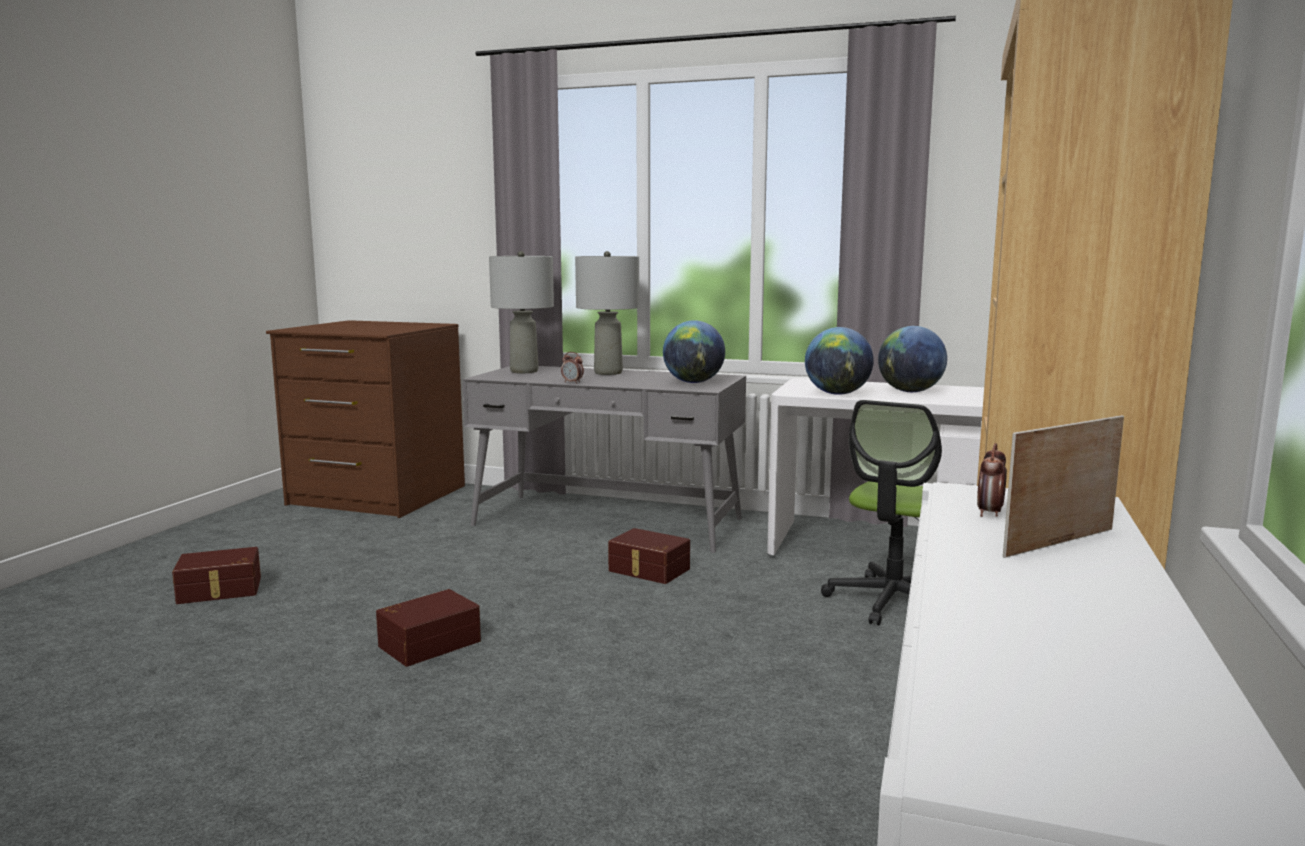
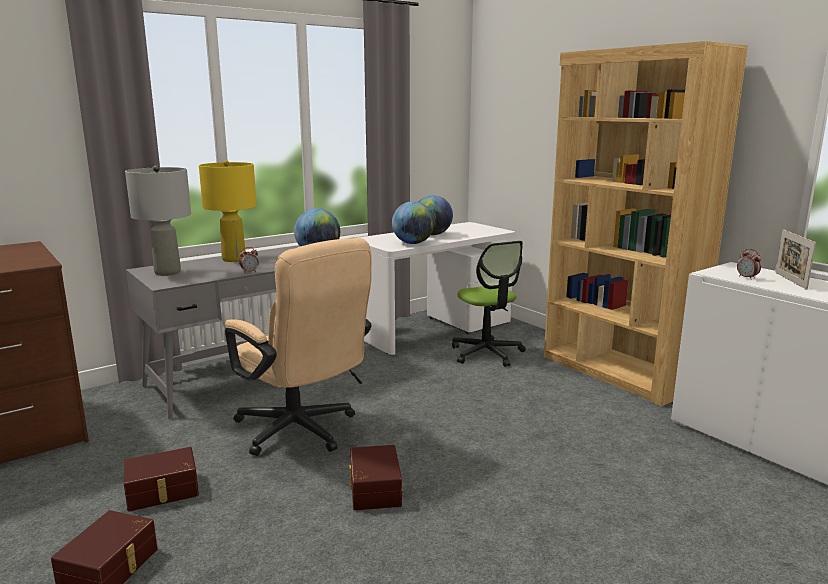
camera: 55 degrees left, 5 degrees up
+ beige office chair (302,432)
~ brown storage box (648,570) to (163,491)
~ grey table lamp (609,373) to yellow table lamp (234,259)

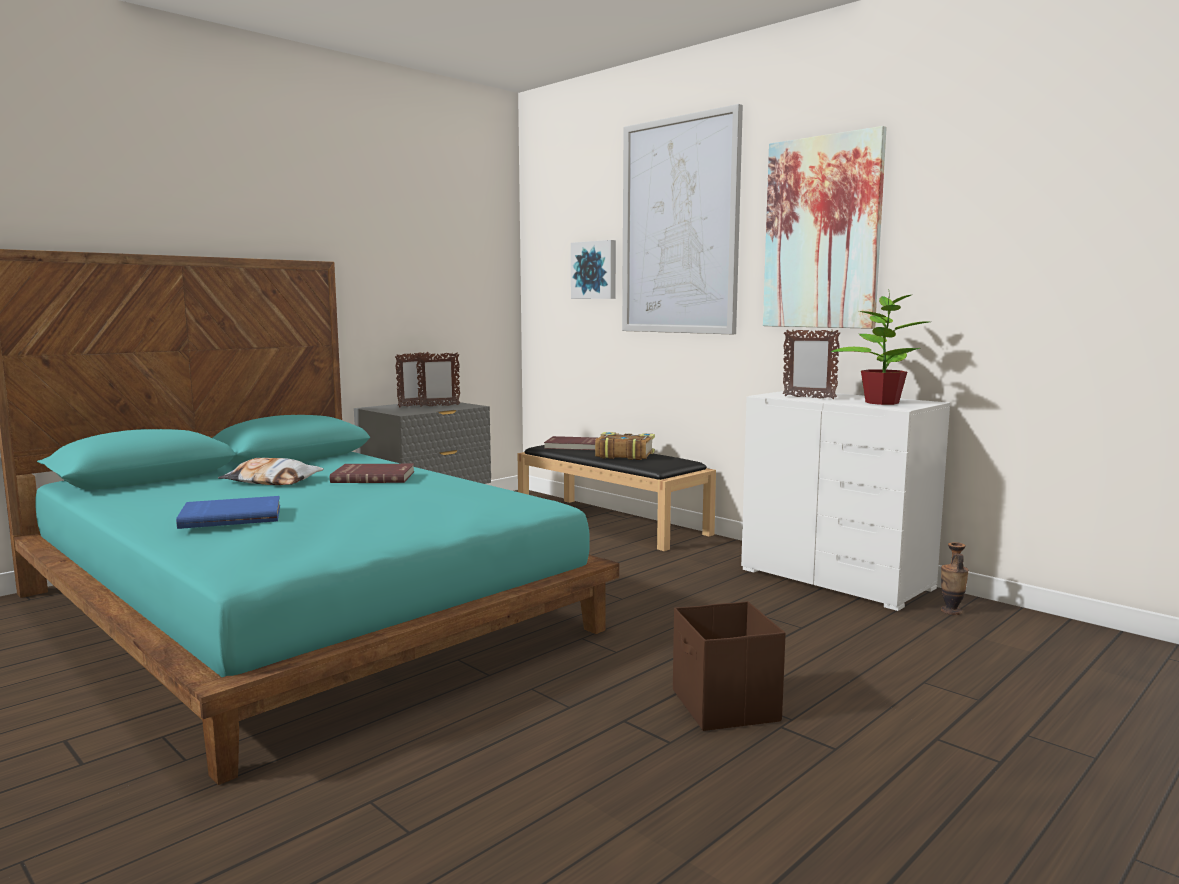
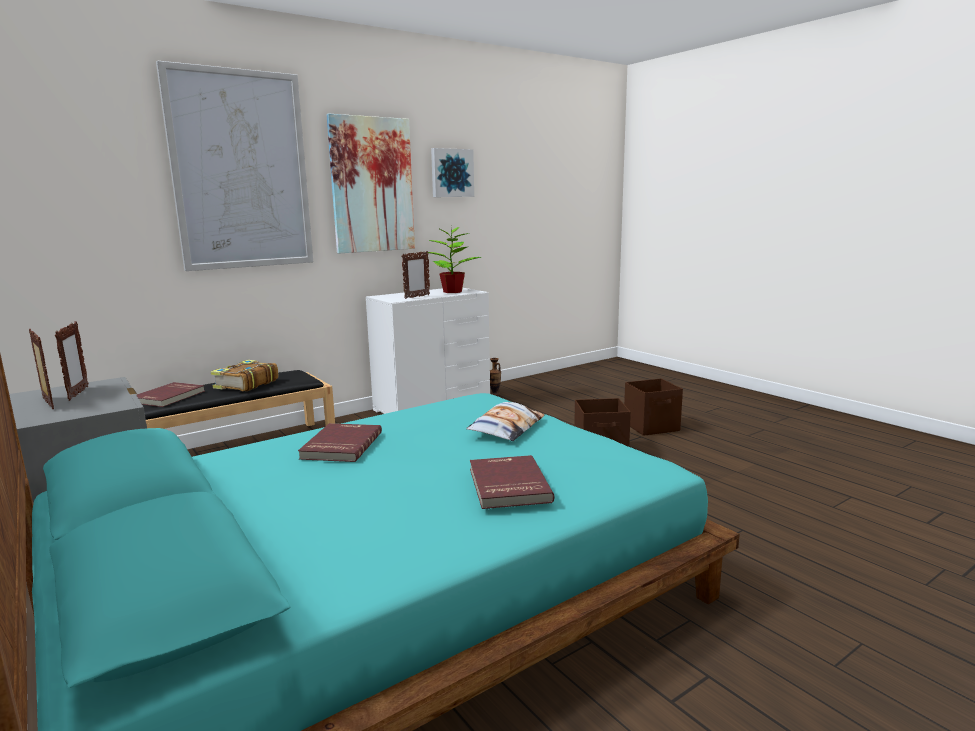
camera: 80 degrees left, 5 degrees up
+ brown storage box (652,427)
~ pillow (272,481) to (506,428)
~ picture (595,270) to (451,173)
~ blue book (231,516) to red book (507,485)

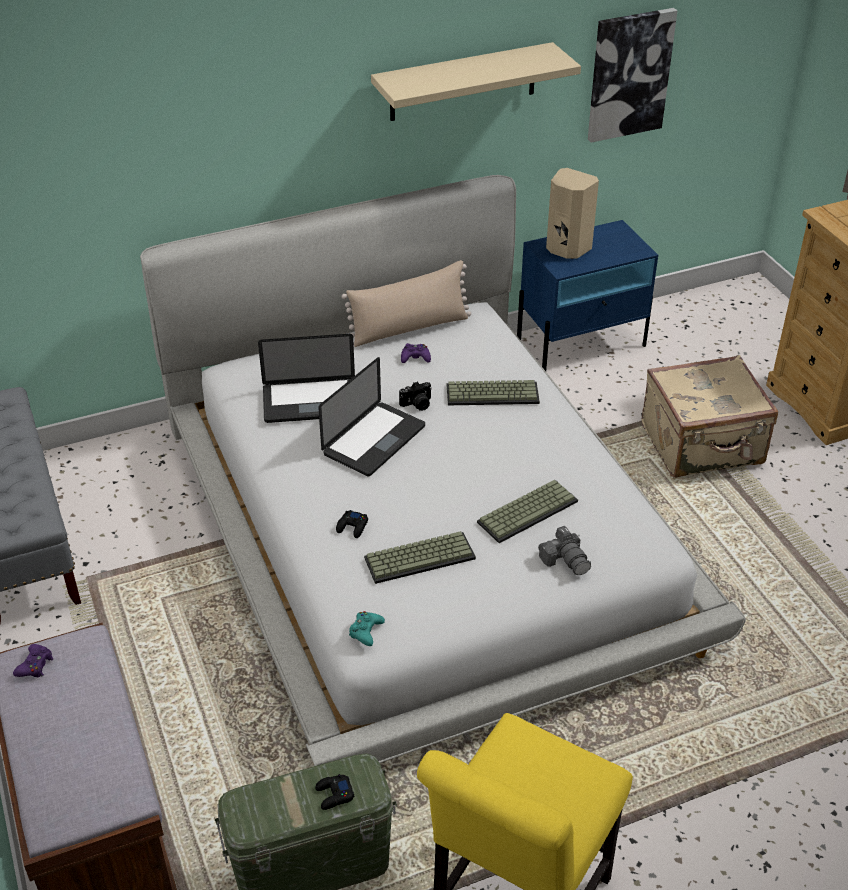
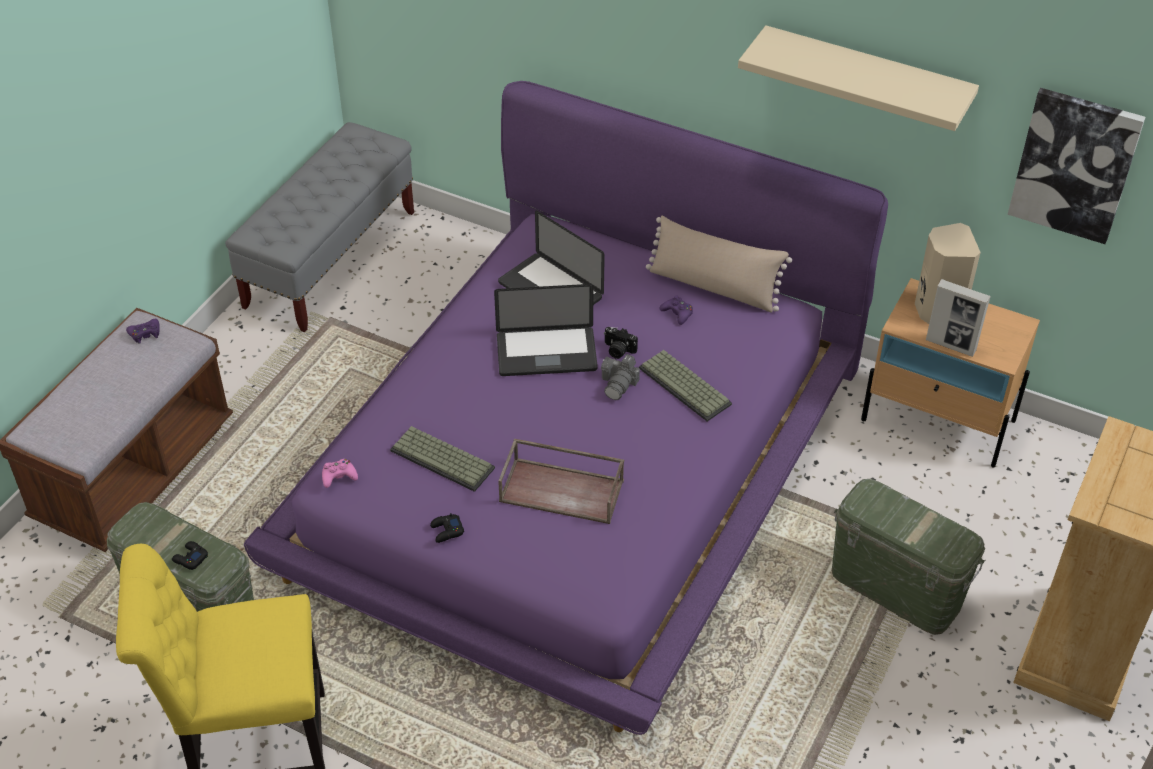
camera: 50 degrees right, 5 degrees up
+ picture frame (951,345)
~ black game controller (352,527) to (447,531)
~ photo camera (565,560) to (619,384)
~ keyboard (527,510) to brown tray (563,490)
~ beige suitcase (703,446) to green storage box (896,588)
~ white bed (423,528) to purple bed (576,464)
~ turquoise game controller (365,631) to pink game controller (339,476)
~ blue nightstand (582,343) to beige nightstand (939,420)

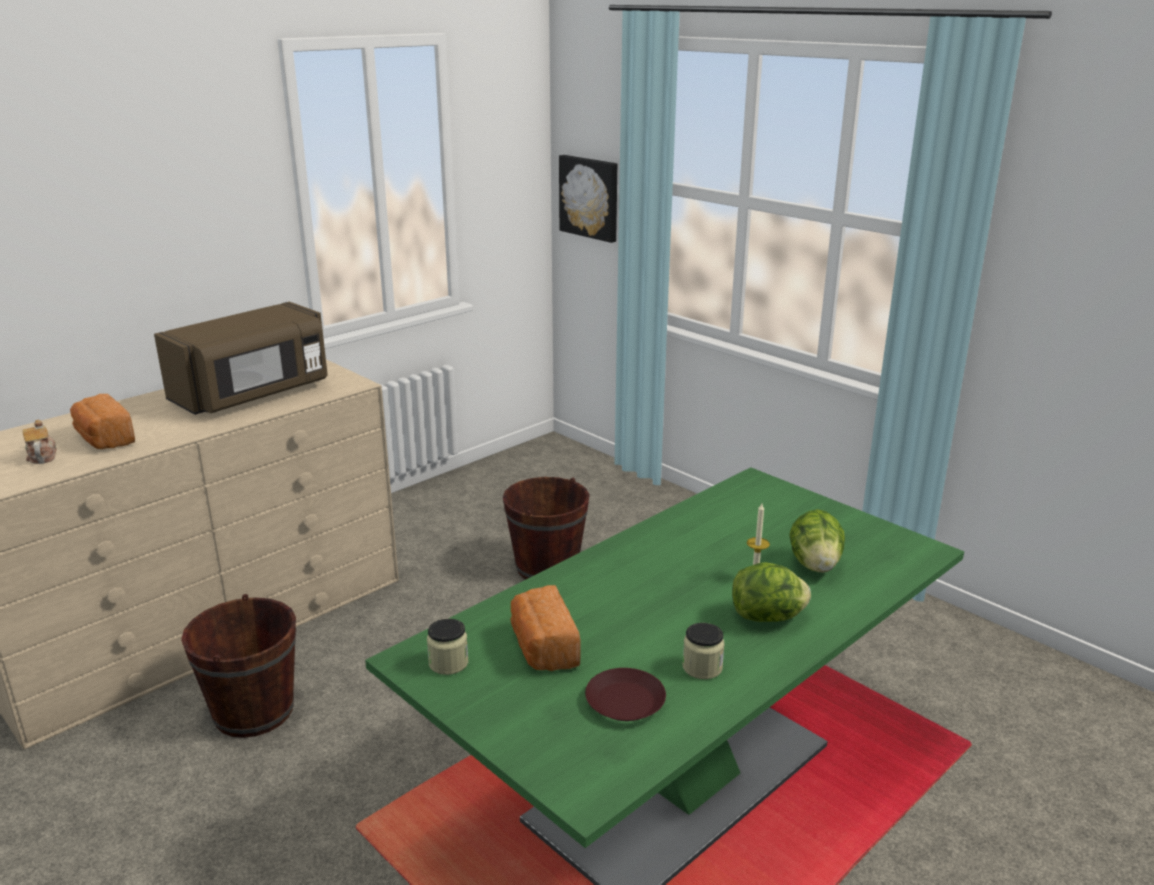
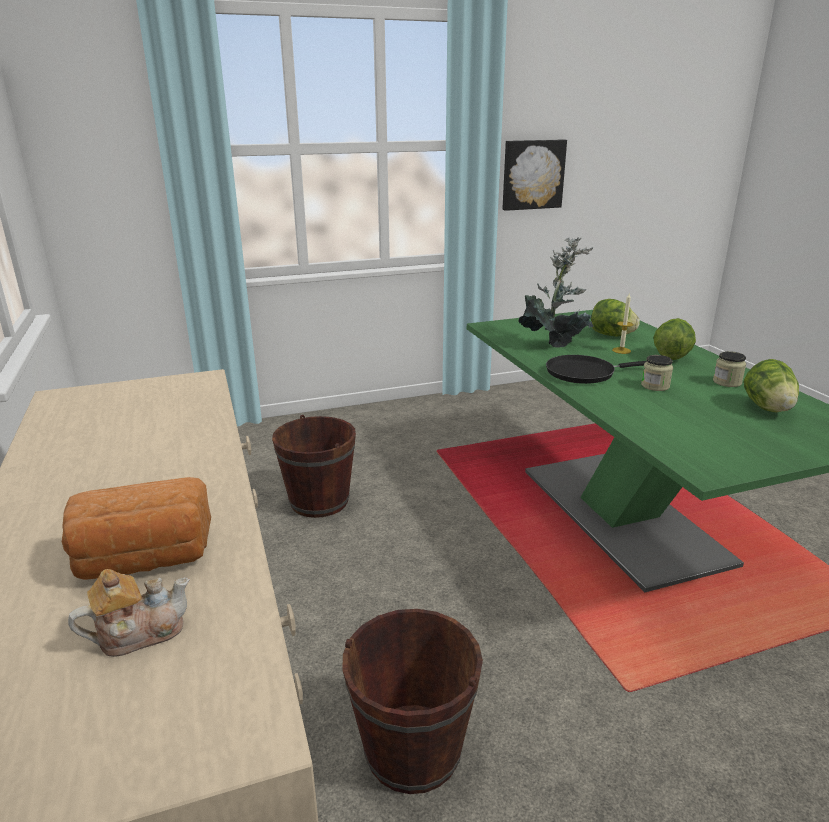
camera: 65 degrees left, 0 degrees up
- brown microwave (253,394)
- bread (543,648)
+ potted plant (555,343)
+ black frying pan (584,373)
~ jar (448,663) to (655,386)
~ picture (590,197) to (532,174)
~ brown plate (626,701) to lettuce (767,408)
~ teapot (42,456) = (139,633) 150 degrees clockwise

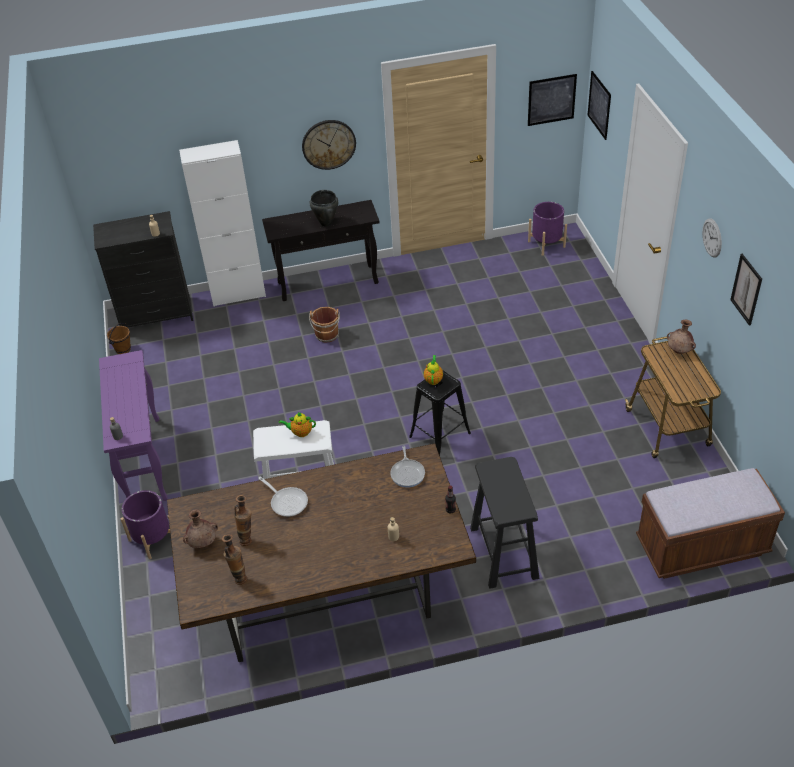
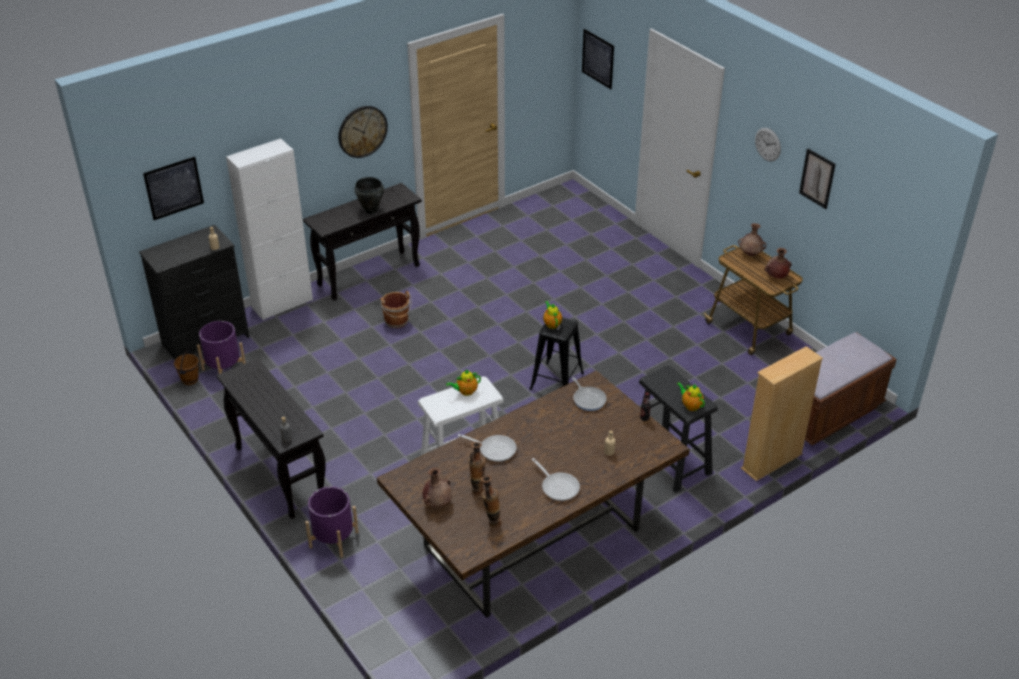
camera: 25 degrees left, 5 degrees down
+ frying pan (558,486)
+ teapot (690,405)
+ beige bookcase (772,461)
+ brown vase (776,277)
~ picture (551,100) to (173,188)
~ purple planter (546,244) to (224,368)
~ purple console table (144,461) to black console table (279,474)

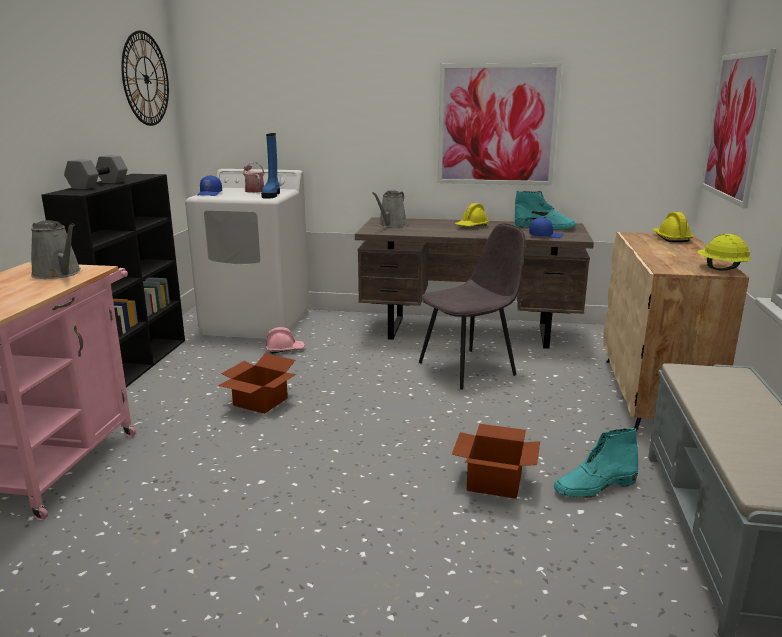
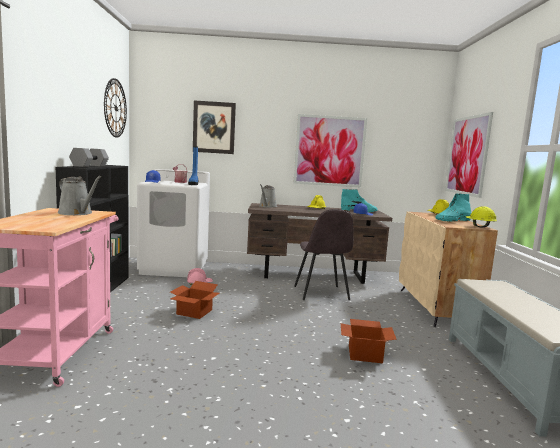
camera: 10 degrees left, 10 degrees down
+ picture (214,127)
~ turquoise boot (594,487) to (452,221)
~ grey chair (469,368) = (321,293) 120 degrees clockwise

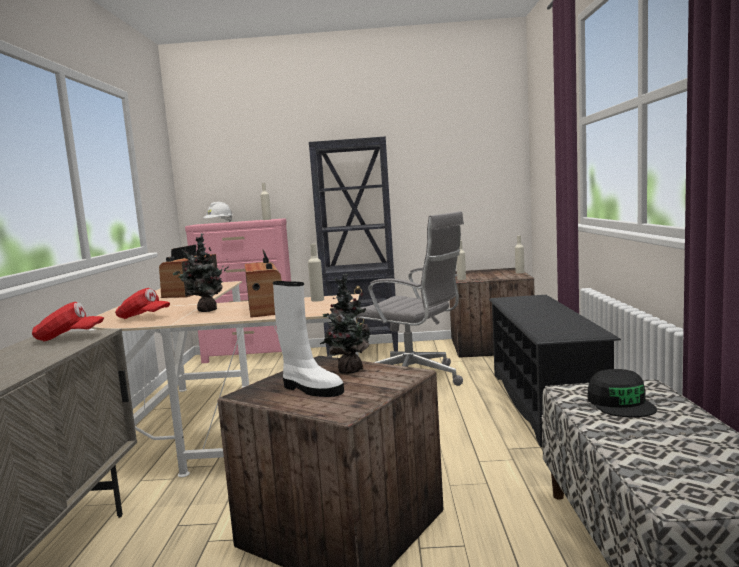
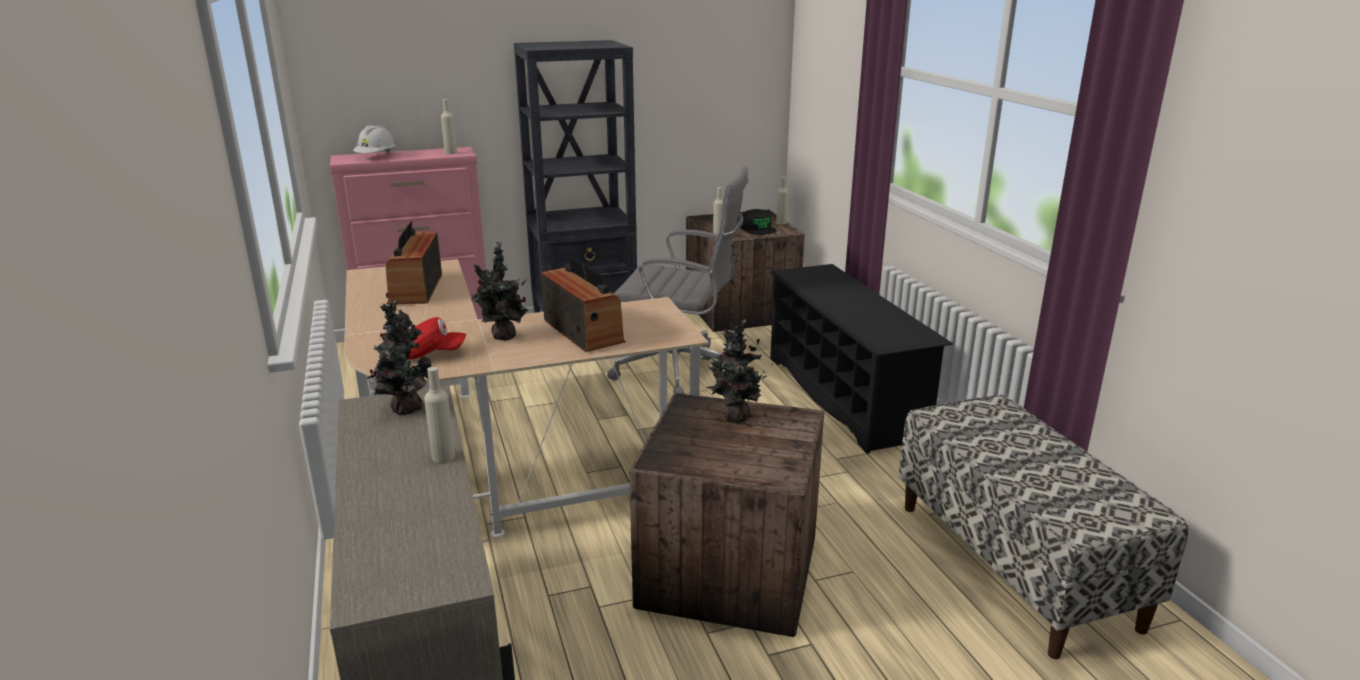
camera: 20 degrees left, 15 degrees up
- white boot (310,389)
~ beige bottle (317,300) to (443,457)
~ black cap (621,403) to (758,229)
~ red cap (68,338) to potted plant (404,408)

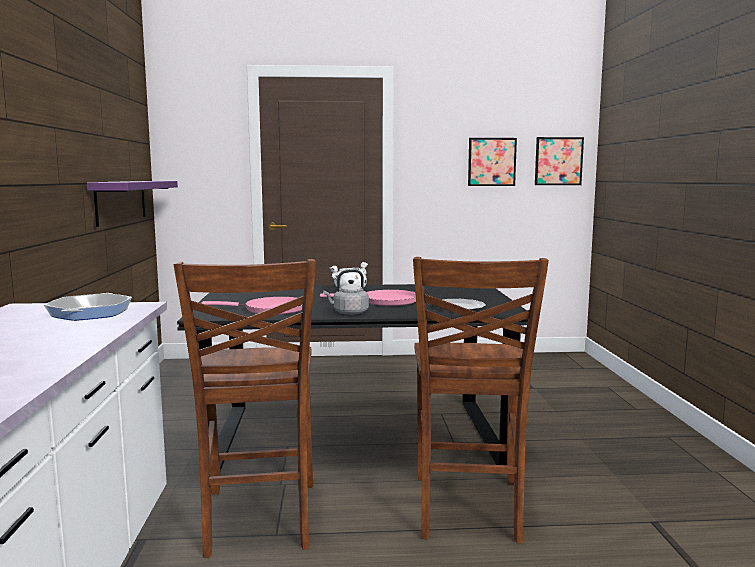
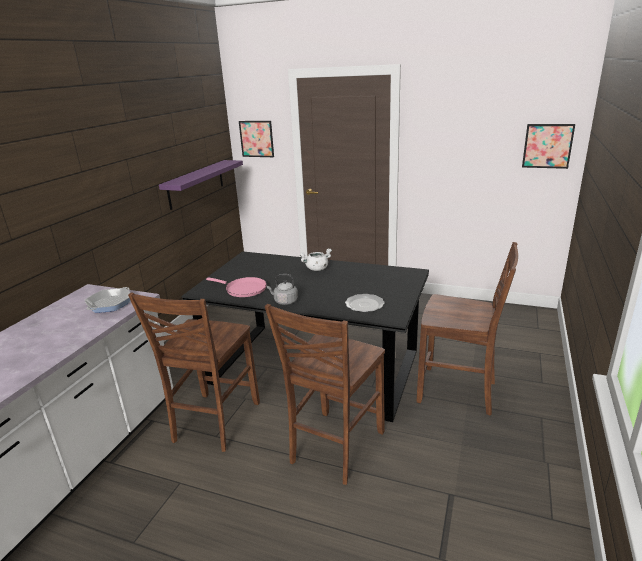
camera: 25 degrees right, 15 degrees up
- pink frying pan (385,301)
+ brown chair (458,392)
~ picture (492,162) to (256,139)

